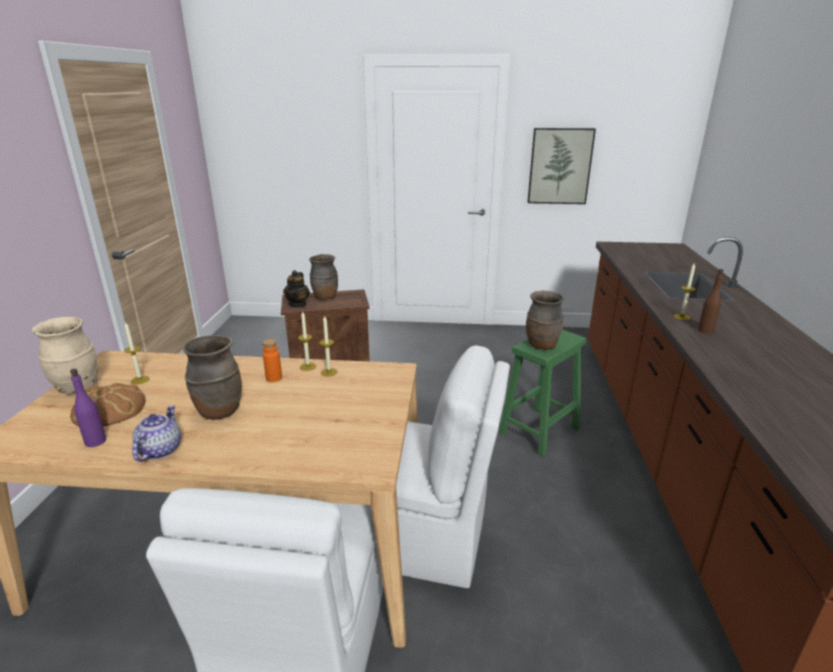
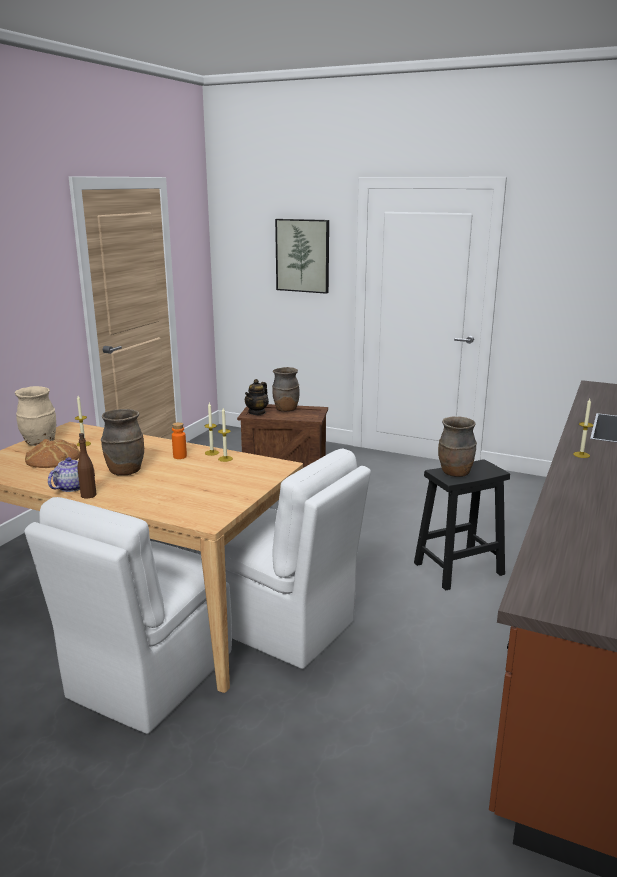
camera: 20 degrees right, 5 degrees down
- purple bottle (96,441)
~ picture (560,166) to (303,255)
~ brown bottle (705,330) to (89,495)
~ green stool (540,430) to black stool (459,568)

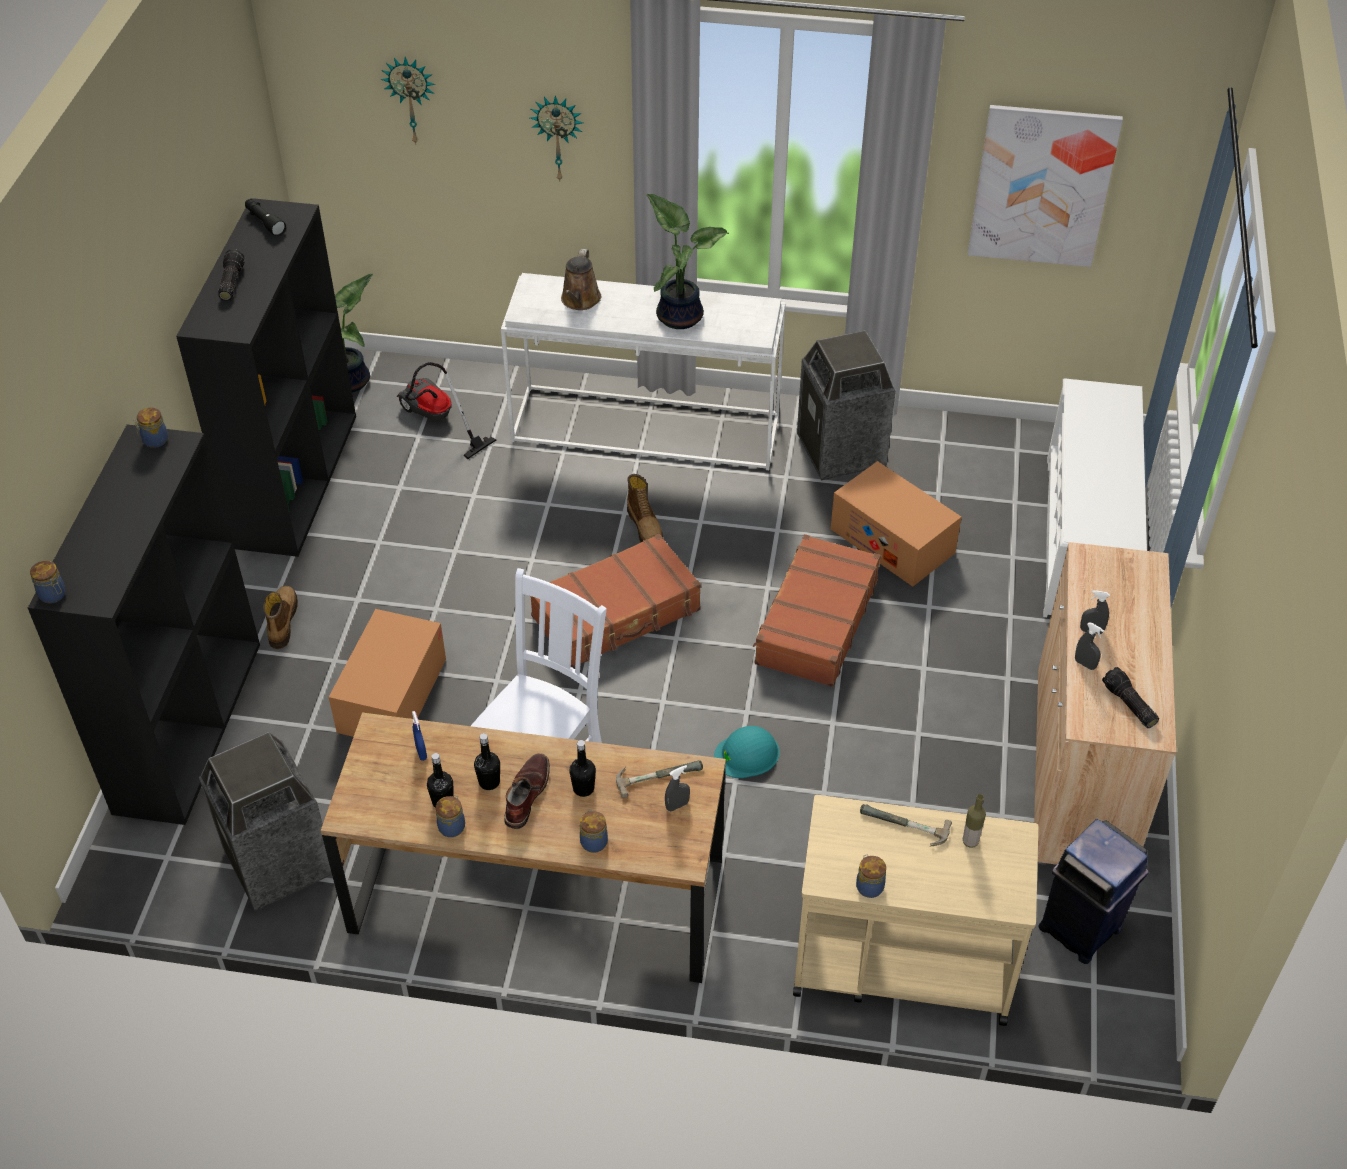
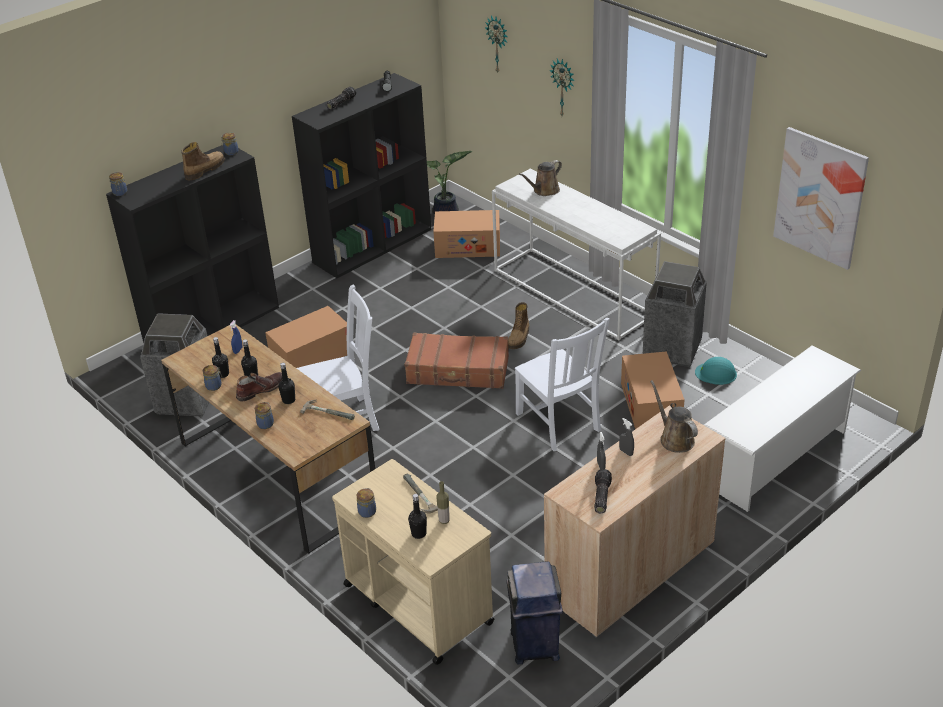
camera: 40 degrees right, 10 degrees down
- potted plant (680,315)
- grey spray bottle (677,806)
+ black bottle (419,533)
+ brown watering can (674,438)
~ boot (282,621) to (204,170)
~ turquoise hard hat (747,754) to (716,373)
~ vacuum cleaner (436,421) to cardboard box (467,246)
~ brown suitcase (815,622) to white chair (559,423)

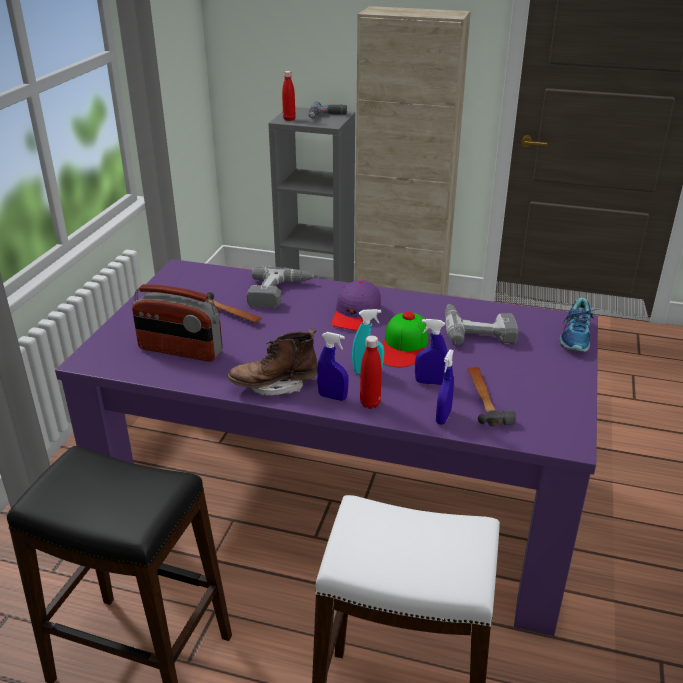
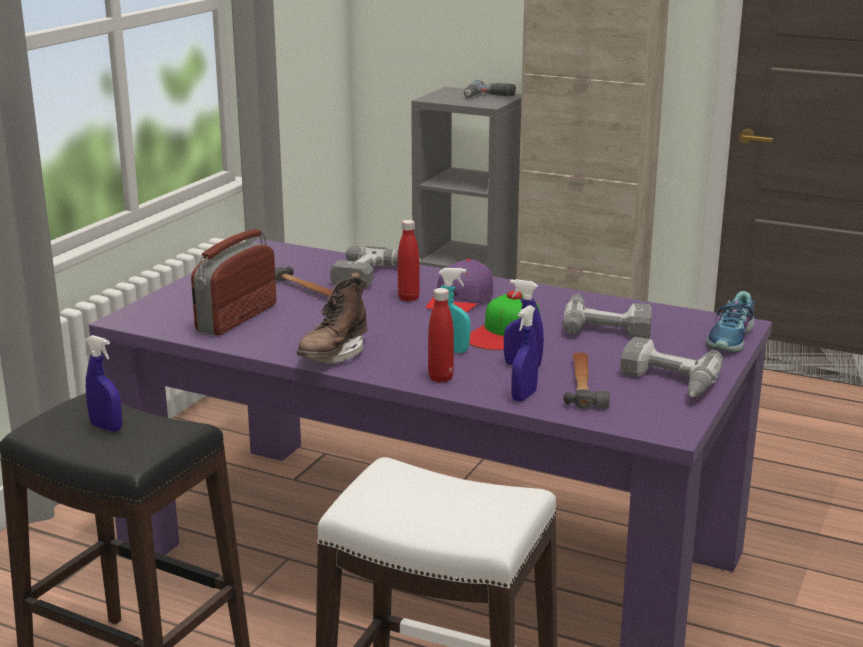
camera: 10 degrees right, 10 degrees down
+ power drill (666,381)
~ red bottle (289,119) to (408,298)
~ blue spray bottle (332,397) to (106,427)
~ radio (180,350) = (236,318) 90 degrees clockwise
~ brown boot (274,385) = (333,355) 60 degrees counterclockwise

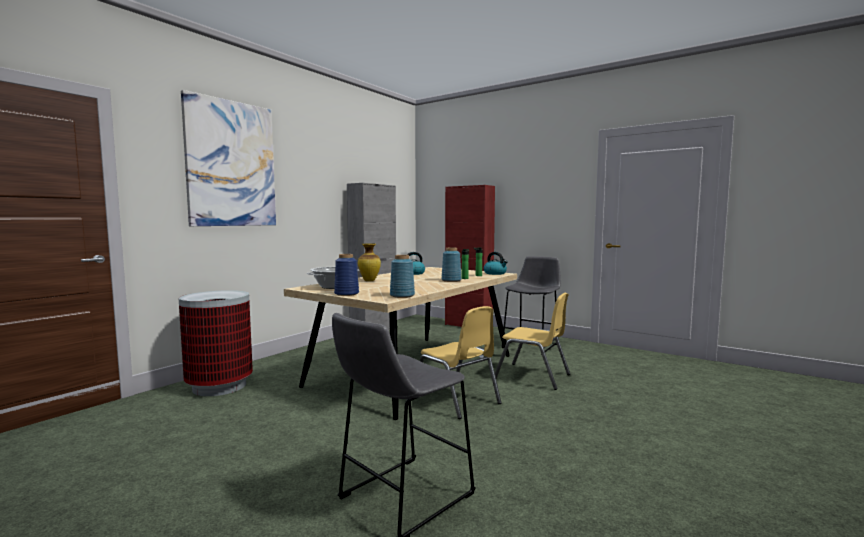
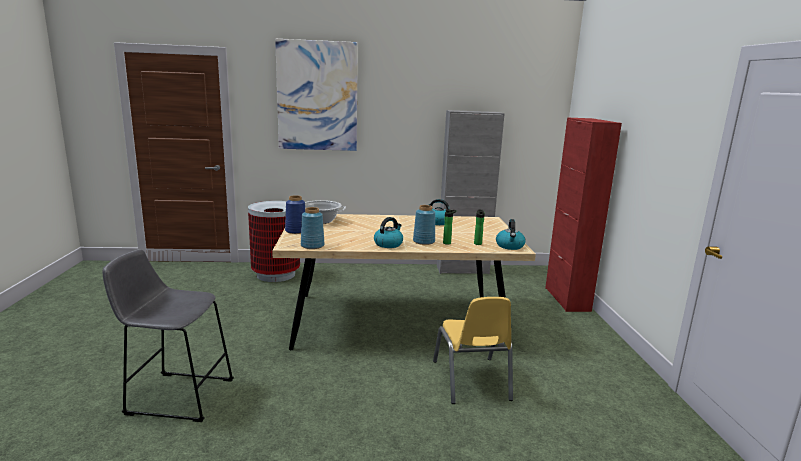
camera: 50 degrees right, 10 degrees up
- vase (369,280)
- yellow chair (456,400)
- grey stool (532,345)
+ kettle (388,244)

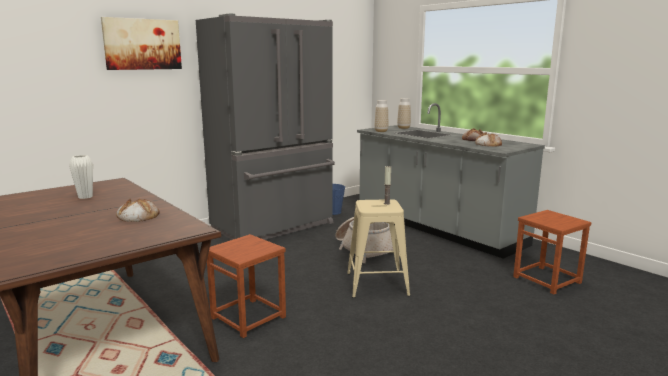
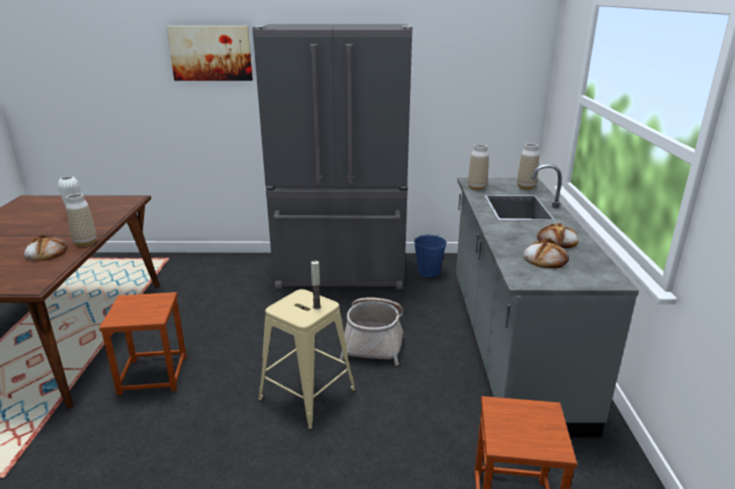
camera: 40 degrees right, 10 degrees up
+ vase (85,243)

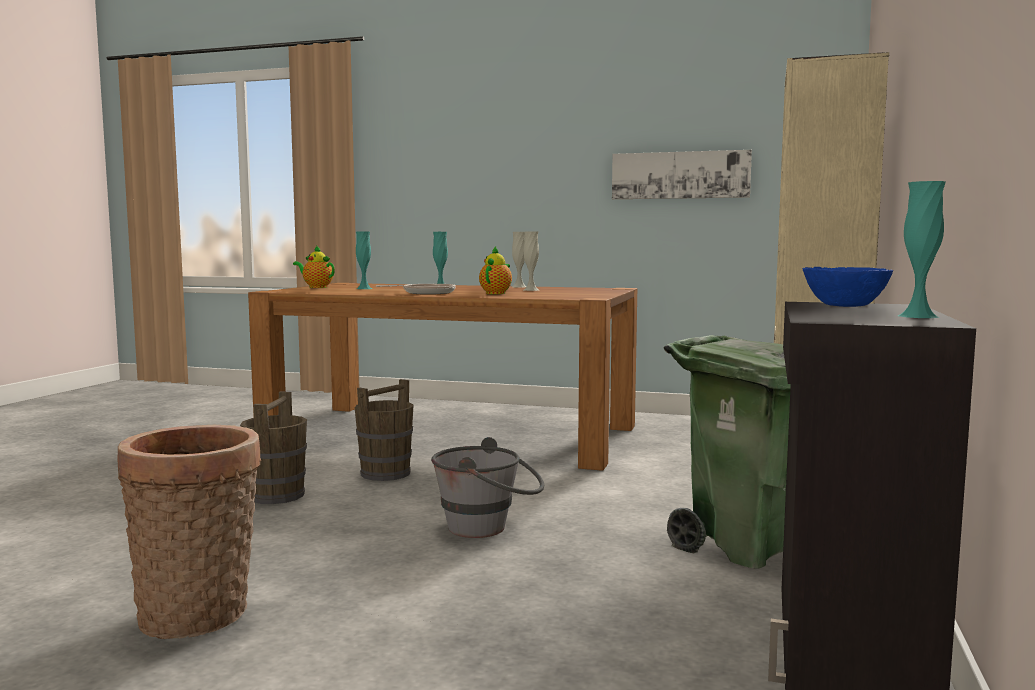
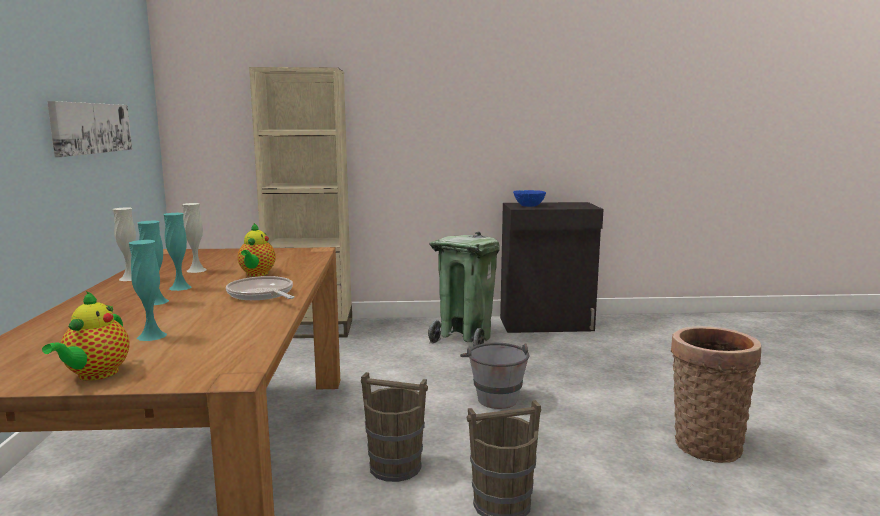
camera: 110 degrees left, 5 degrees up
~ turquoise vase (918,316) to (180,287)
~ teapot (496,293) = (256,274) 90 degrees counterclockwise

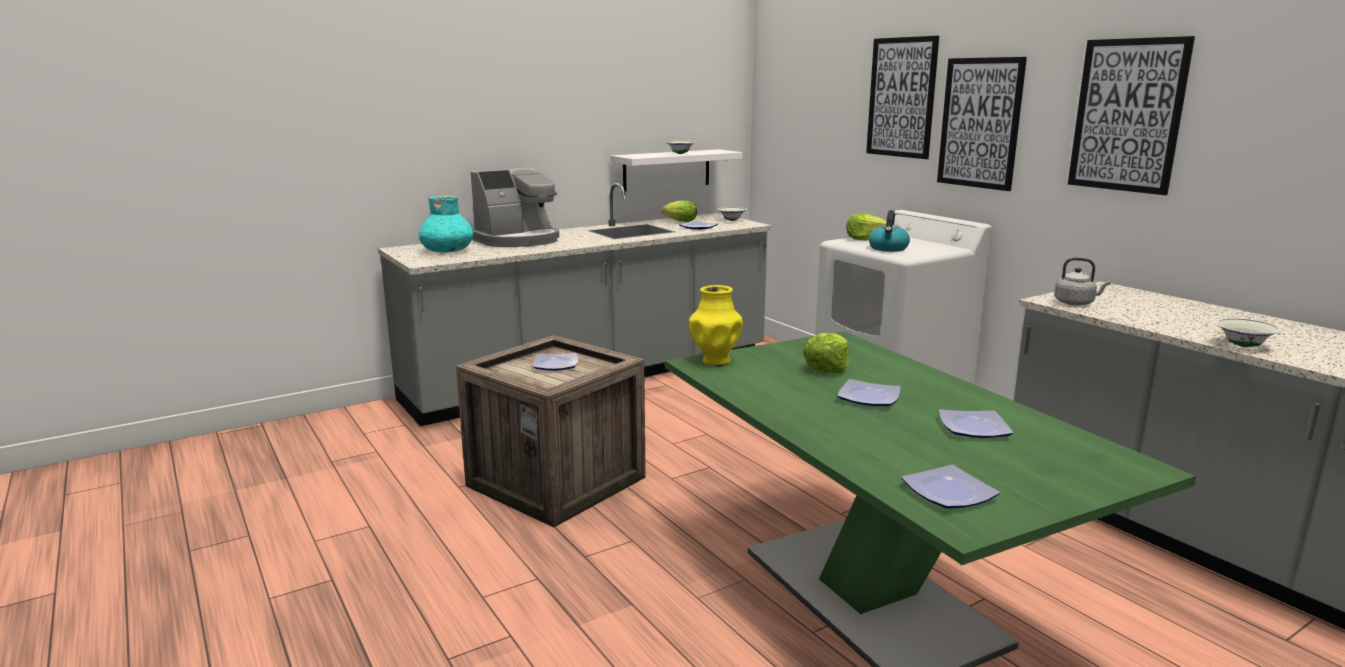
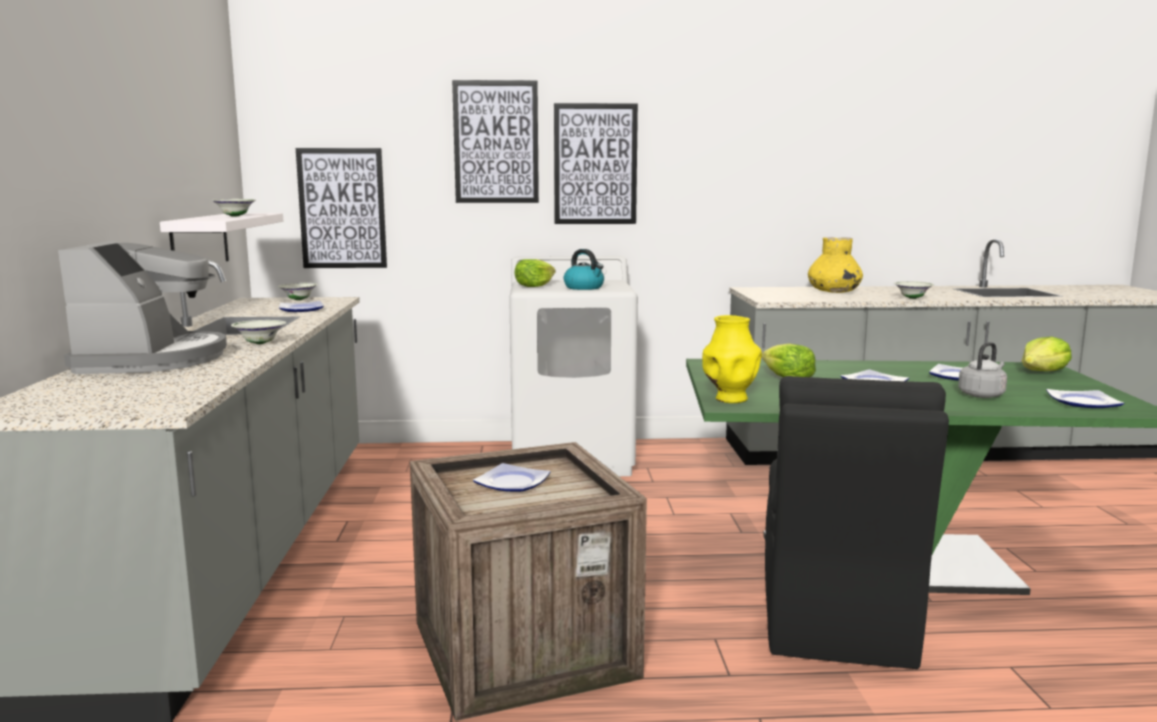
camera: 60 degrees left, 5 degrees down
- turquoise vase (448,251)
+ white bowl (260,343)
+ black chair (834,621)
+ yellow vase (833,292)
~ lettuce (680,221) to (1042,372)
~ grey kettle (1076,303) to (982,395)
~ picture (1127,115) to (342,208)

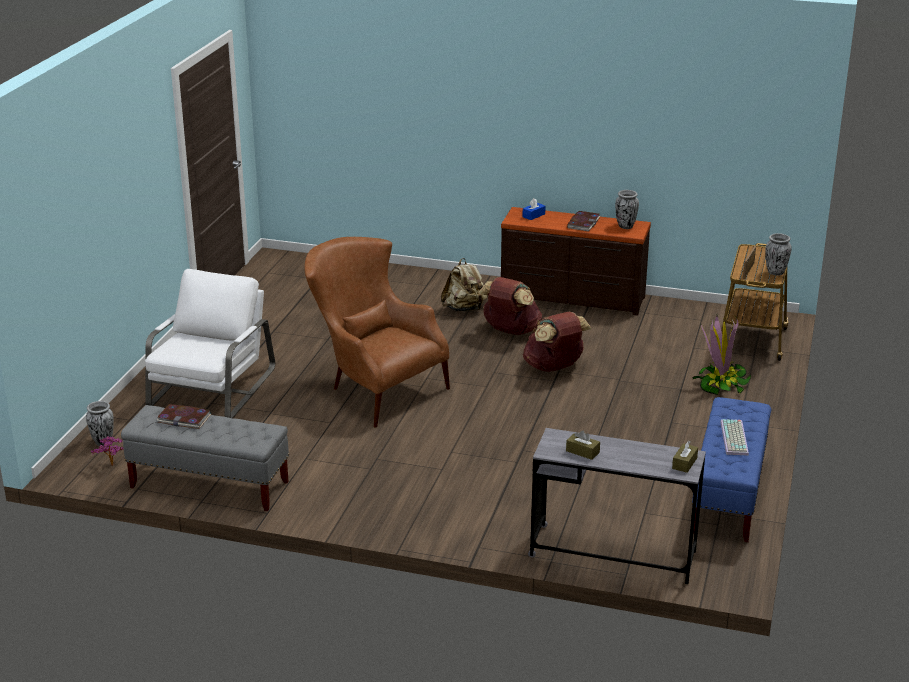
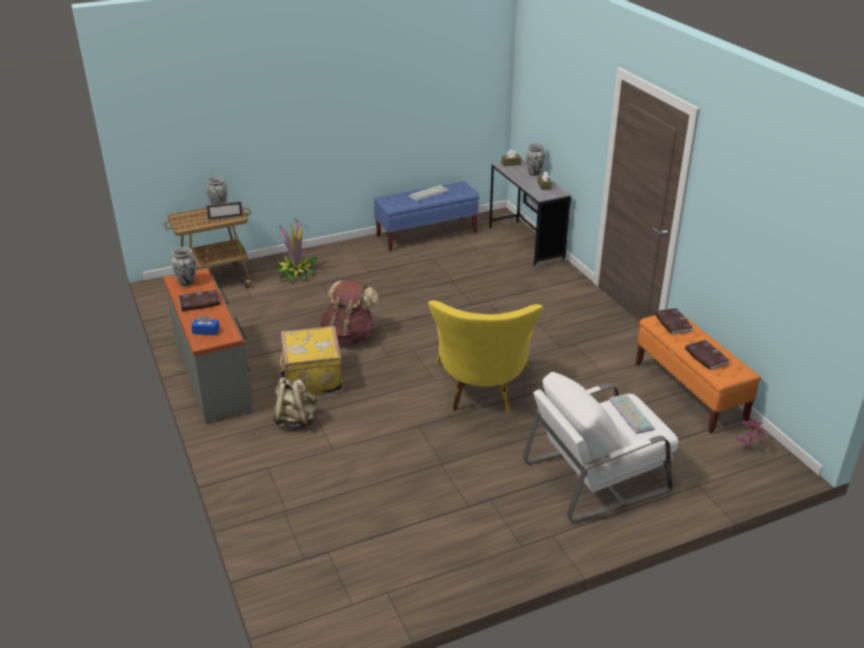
camera: 130 degrees left, 5 degrees up
+ keyboard (630,414)
+ book (673,323)
~ vase (102,442) to (534,173)
~ brown backpack (510,331) to yellow suitcase (312,379)
~ grey bench (209,485) to orange bench (689,392)
~ brown armchair (373,388) to yellow armchair (482,395)
~ brown dresser (572,298) to grey dresser (214,377)

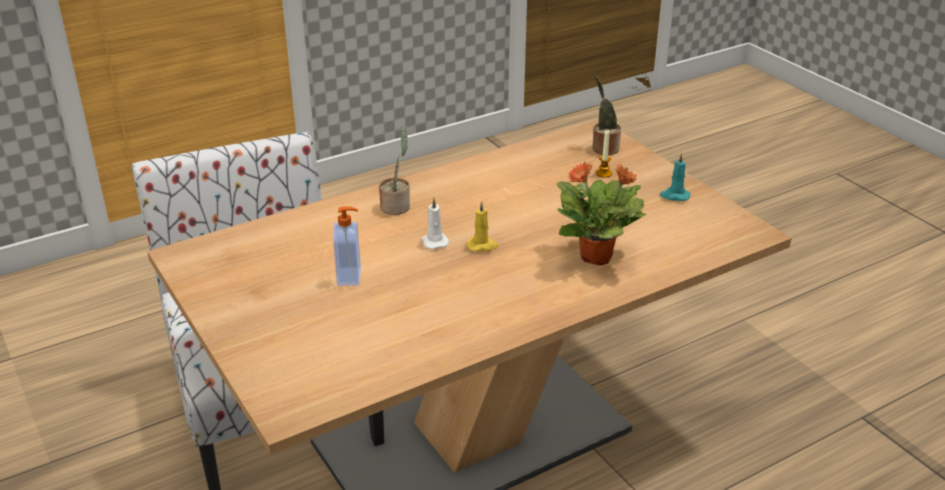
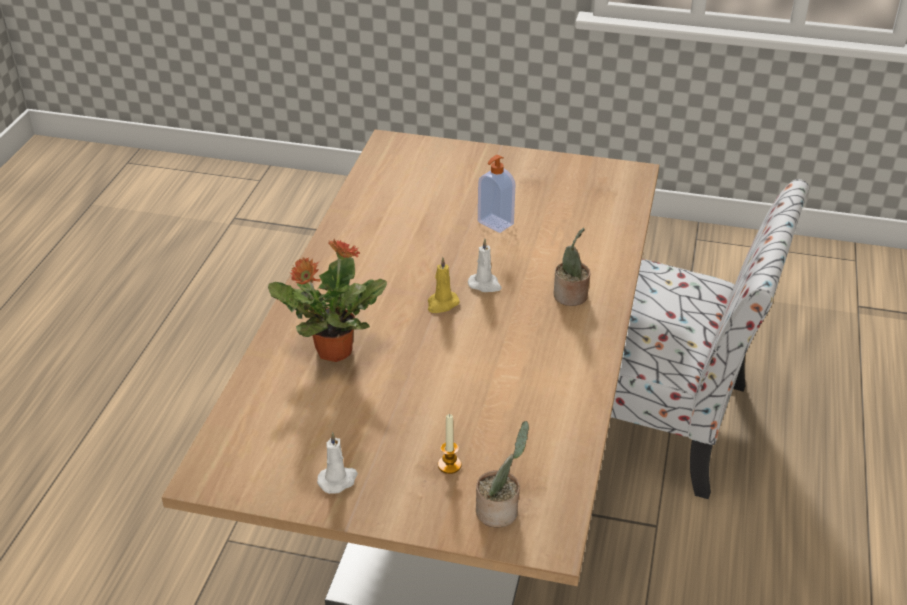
camera: 135 degrees right, 5 degrees up
~ turquoise candle (674,195) to white candle (338,480)

